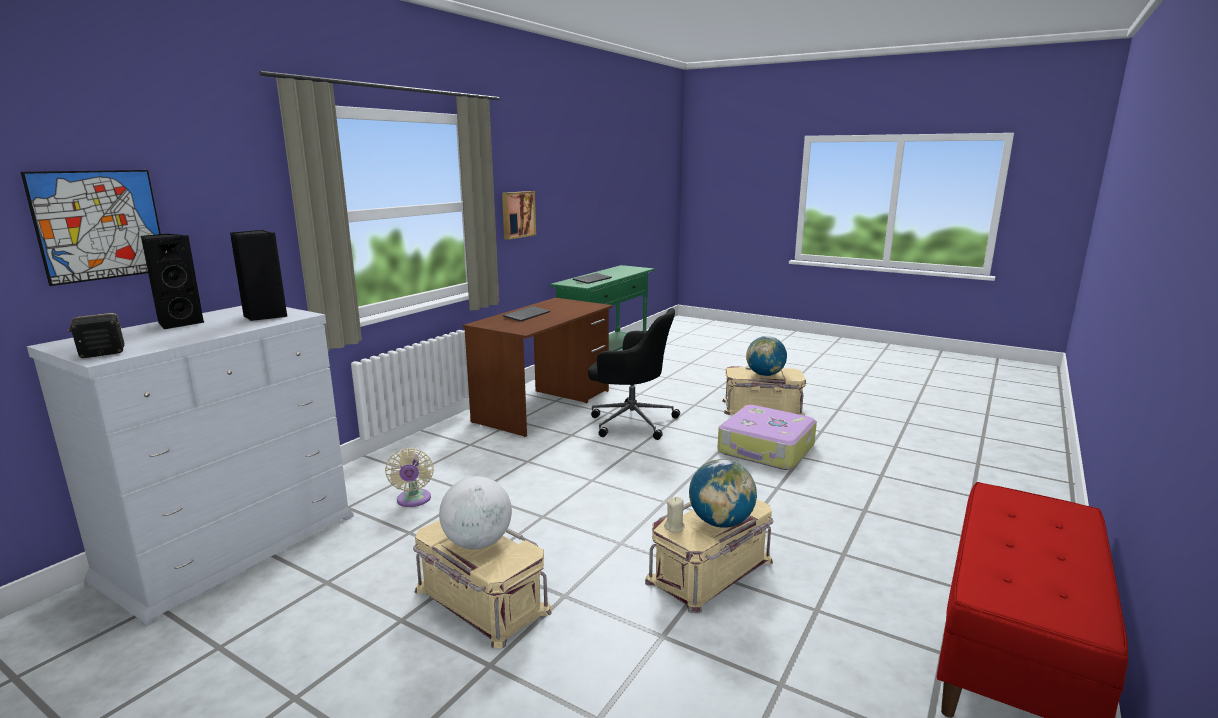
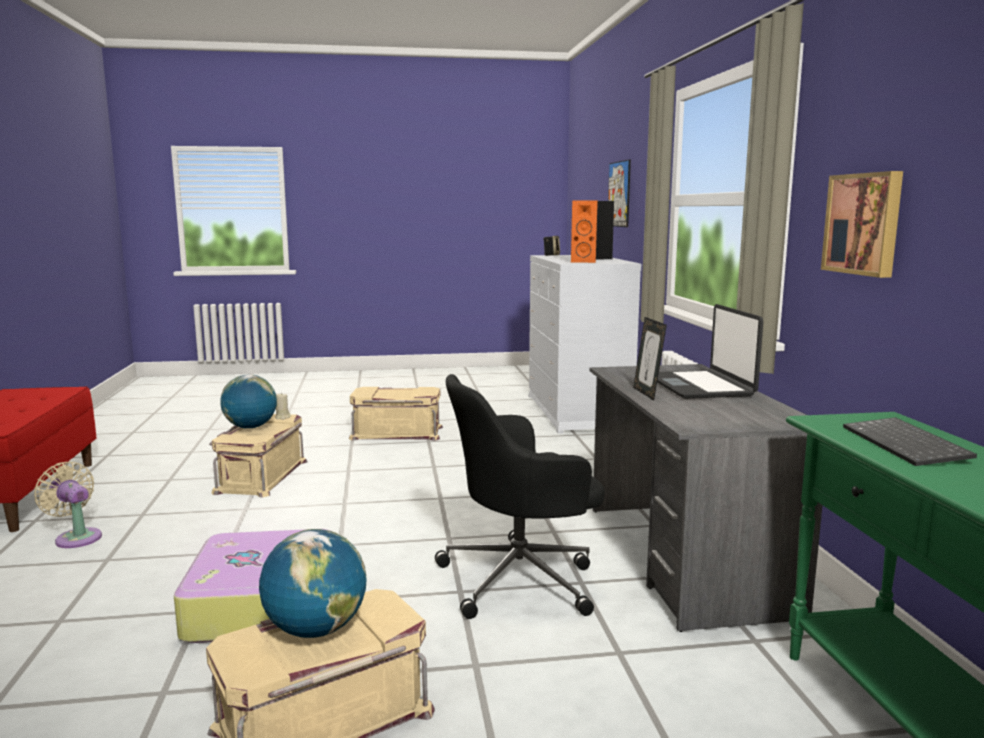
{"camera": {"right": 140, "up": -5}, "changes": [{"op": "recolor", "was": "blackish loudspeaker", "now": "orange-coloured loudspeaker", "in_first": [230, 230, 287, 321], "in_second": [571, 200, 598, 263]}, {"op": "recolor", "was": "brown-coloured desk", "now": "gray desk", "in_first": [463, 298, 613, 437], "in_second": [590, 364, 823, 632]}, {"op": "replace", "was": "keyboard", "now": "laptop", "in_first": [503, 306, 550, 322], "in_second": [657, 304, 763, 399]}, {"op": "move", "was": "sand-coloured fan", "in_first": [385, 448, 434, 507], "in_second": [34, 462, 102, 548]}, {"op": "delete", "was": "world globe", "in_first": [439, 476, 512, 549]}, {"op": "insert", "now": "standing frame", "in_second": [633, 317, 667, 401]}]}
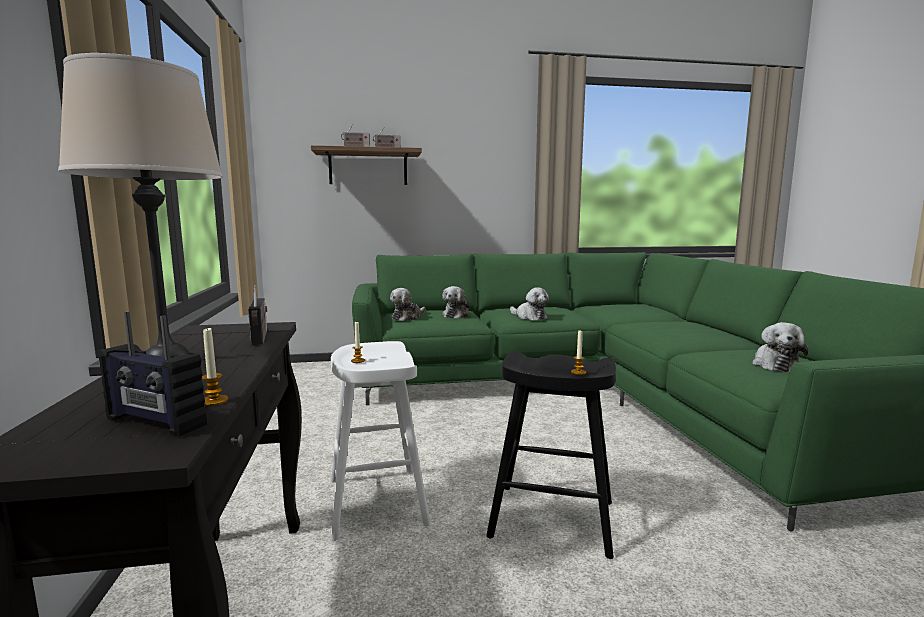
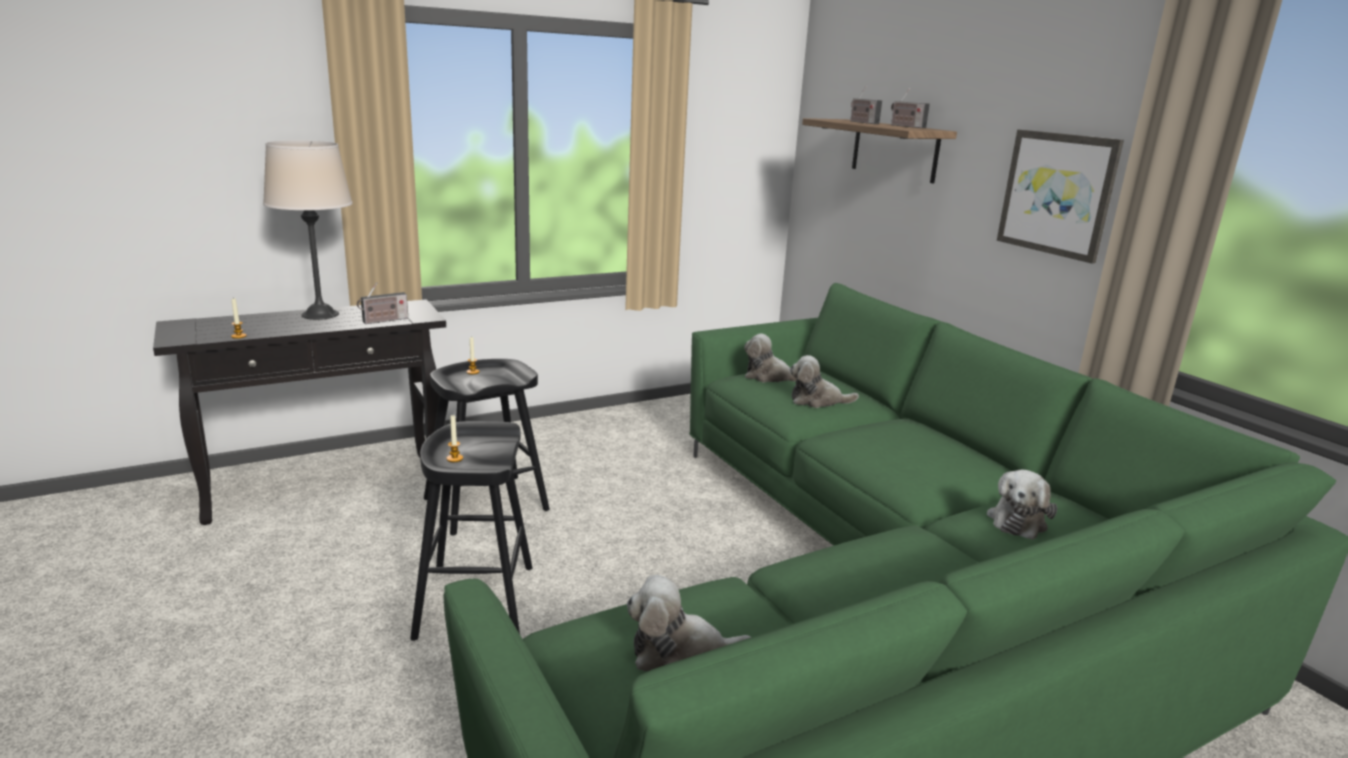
{"camera": {"right": 70, "up": 10}, "changes": [{"op": "move", "was": "soft toy", "in_first": [510, 288, 549, 320], "in_second": [987, 469, 1057, 540]}, {"op": "delete", "was": "radio set", "in_first": [98, 311, 207, 437]}, {"op": "recolor", "was": "white stool seat", "now": "blackish stool seat", "in_first": [330, 341, 430, 541], "in_second": [424, 359, 550, 536]}, {"op": "insert", "now": "picture", "in_second": [997, 129, 1124, 264]}]}
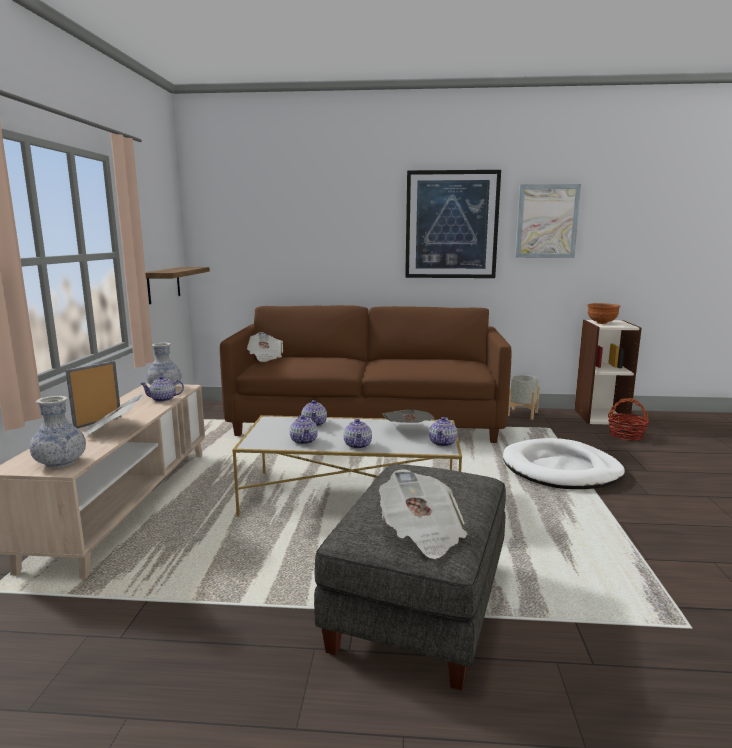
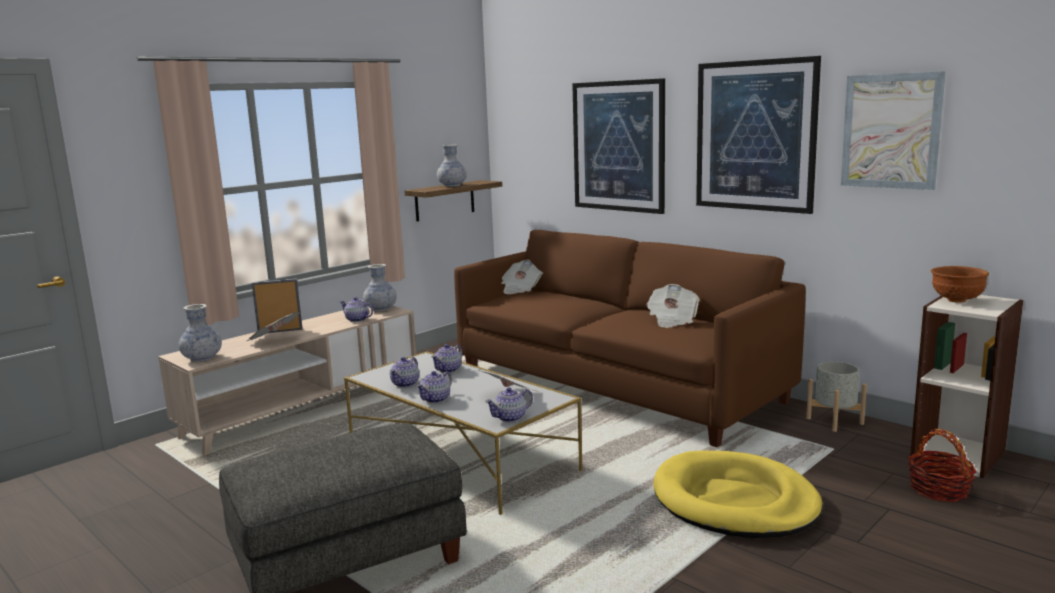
{"camera": {"right": 40, "up": 0}, "changes": [{"op": "recolor", "was": "white pet bed", "now": "yellowish pet bed", "in_first": [503, 438, 625, 489], "in_second": [653, 450, 823, 538]}, {"op": "move", "was": "daily paper", "in_first": [379, 469, 468, 559], "in_second": [647, 284, 700, 328]}, {"op": "insert", "now": "picture", "in_second": [572, 78, 665, 214]}, {"op": "insert", "now": "flower vase", "in_second": [437, 145, 467, 187]}]}
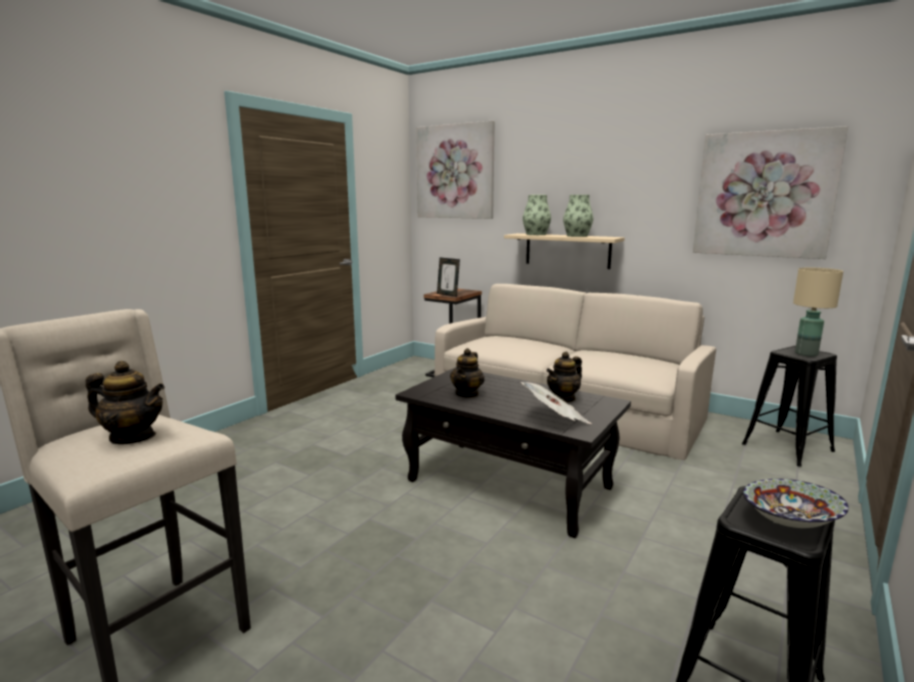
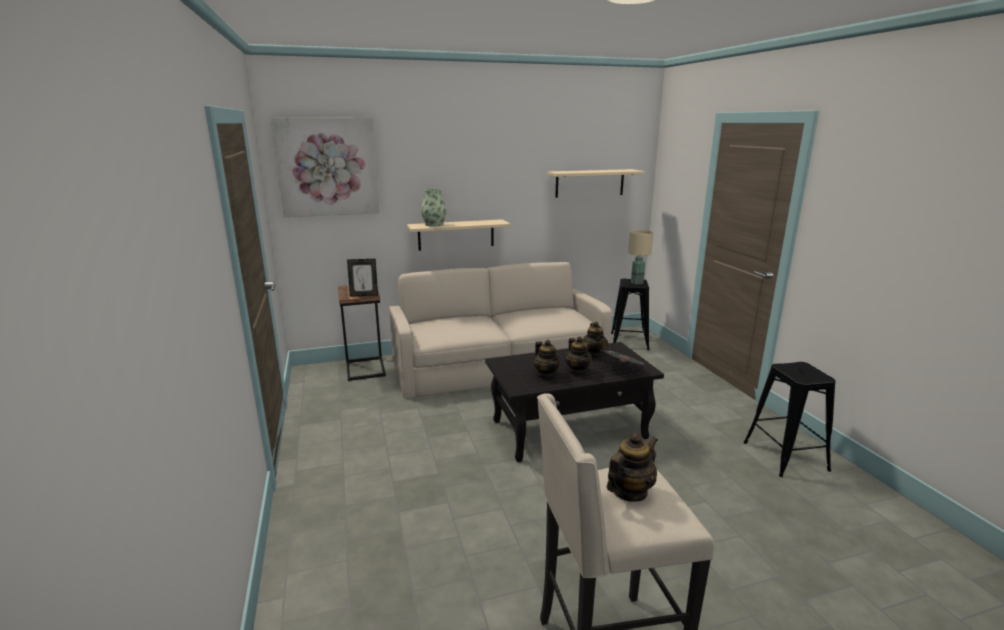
{"camera": {"right": -50, "up": 5}, "changes": [{"op": "replace", "was": "picture", "now": "sand-coloured shelf", "in_first": [693, 126, 848, 259], "in_second": [547, 169, 645, 198]}, {"op": "delete", "was": "flower vase", "in_first": [563, 195, 593, 237]}, {"op": "delete", "was": "serving bowl", "in_first": [743, 479, 849, 528]}, {"op": "insert", "now": "tea pot", "in_second": [565, 336, 592, 375]}]}
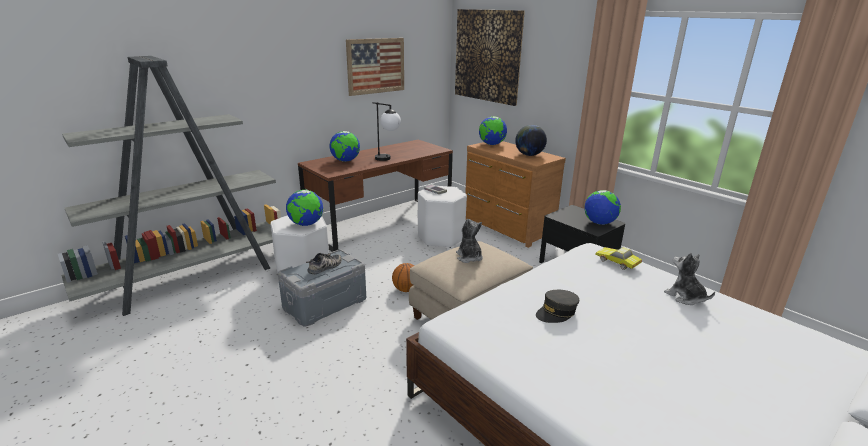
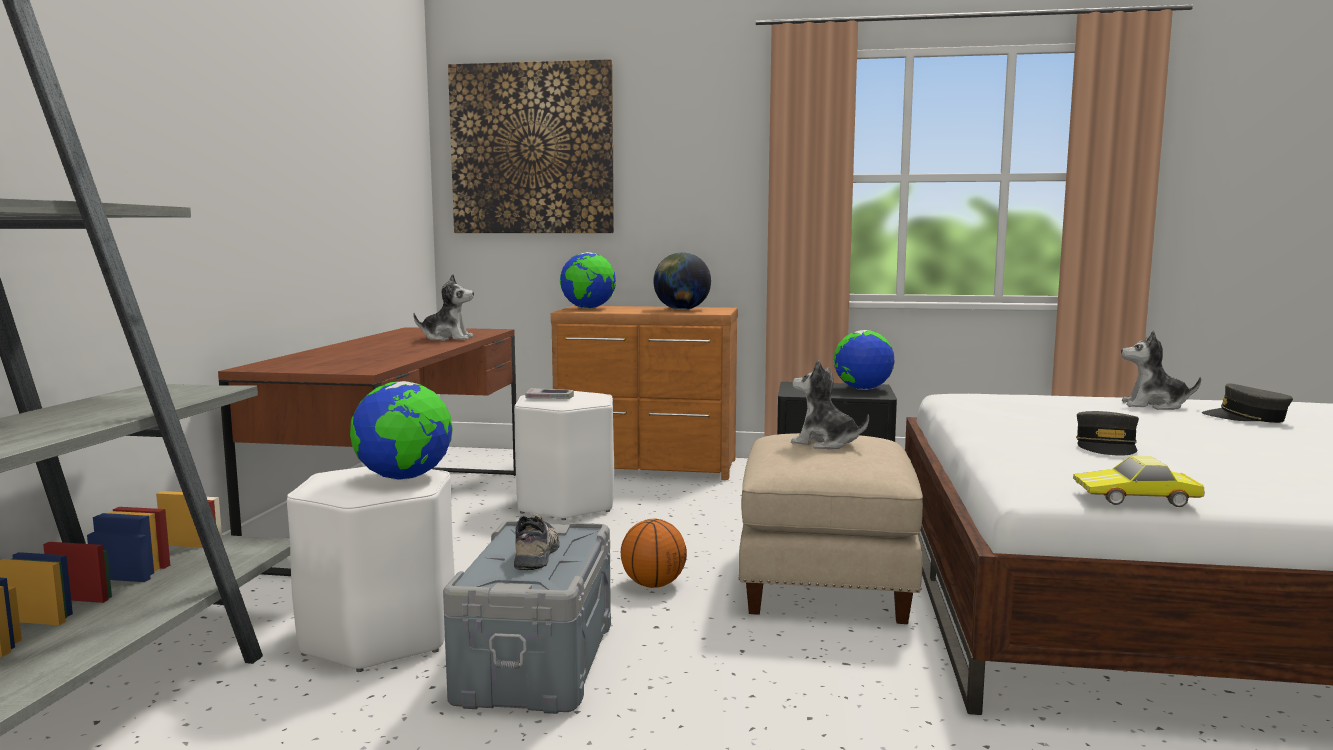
{"camera": {"right": -40, "up": -15}, "changes": [{"op": "delete", "was": "picture", "in_first": [346, 38, 404, 96]}, {"op": "delete", "was": "table lamp", "in_first": [372, 102, 401, 161]}, {"op": "delete", "was": "world globe", "in_first": [329, 131, 360, 162]}, {"op": "move", "was": "model car", "in_first": [595, 247, 642, 270], "in_second": [1073, 456, 1204, 507]}, {"op": "insert", "now": "soft toy", "in_second": [413, 274, 474, 341]}, {"op": "insert", "now": "gray baseball cap", "in_second": [1202, 383, 1293, 423]}]}
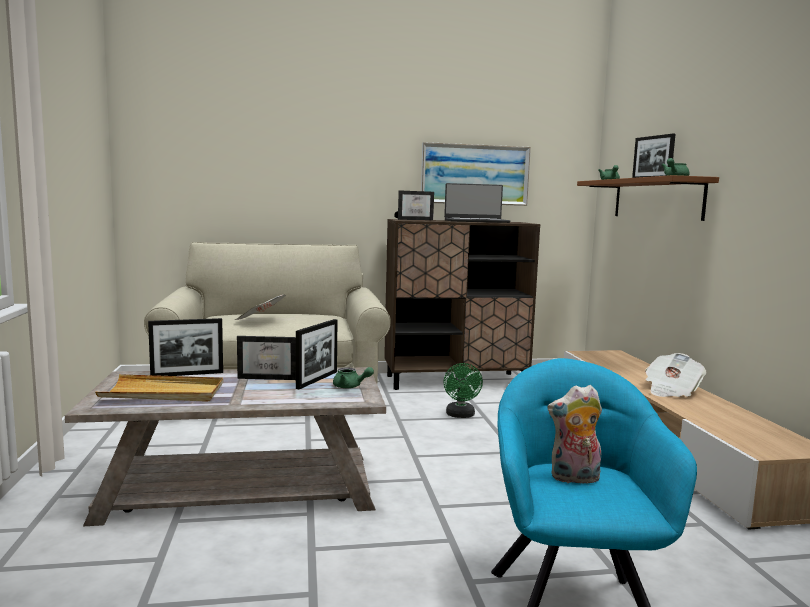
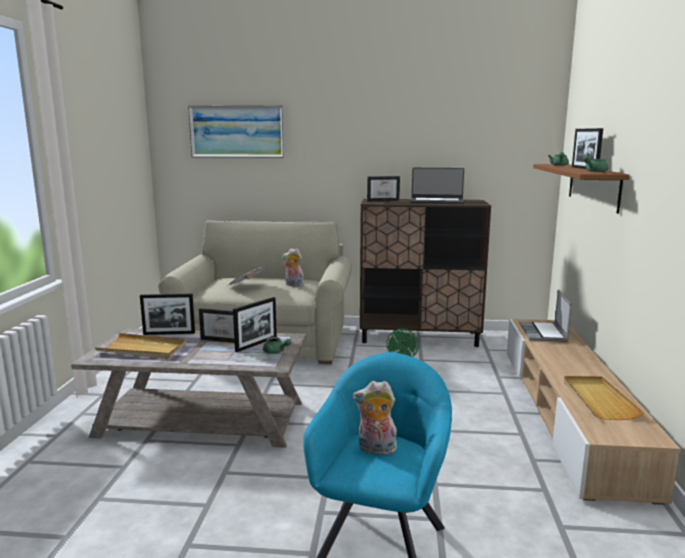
{"camera": {"right": 15, "up": 5}, "changes": [{"op": "move", "was": "picture", "in_first": [421, 142, 531, 206], "in_second": [188, 105, 285, 158]}, {"op": "delete", "was": "daily paper", "in_first": [645, 353, 707, 397]}, {"op": "insert", "now": "soft toy", "in_second": [282, 248, 304, 287]}, {"op": "insert", "now": "laptop", "in_second": [520, 290, 572, 342]}, {"op": "insert", "now": "sand-coloured tray", "in_second": [564, 376, 644, 420]}]}
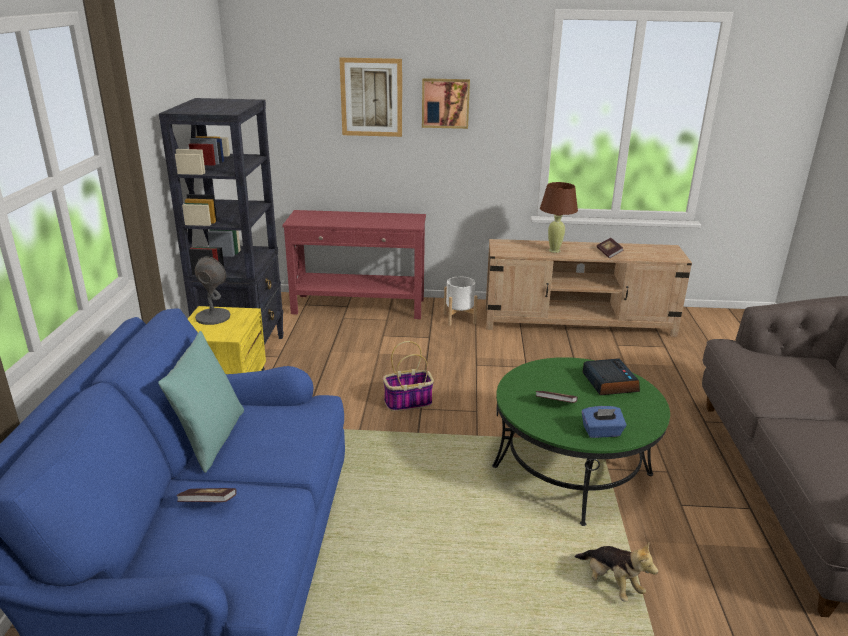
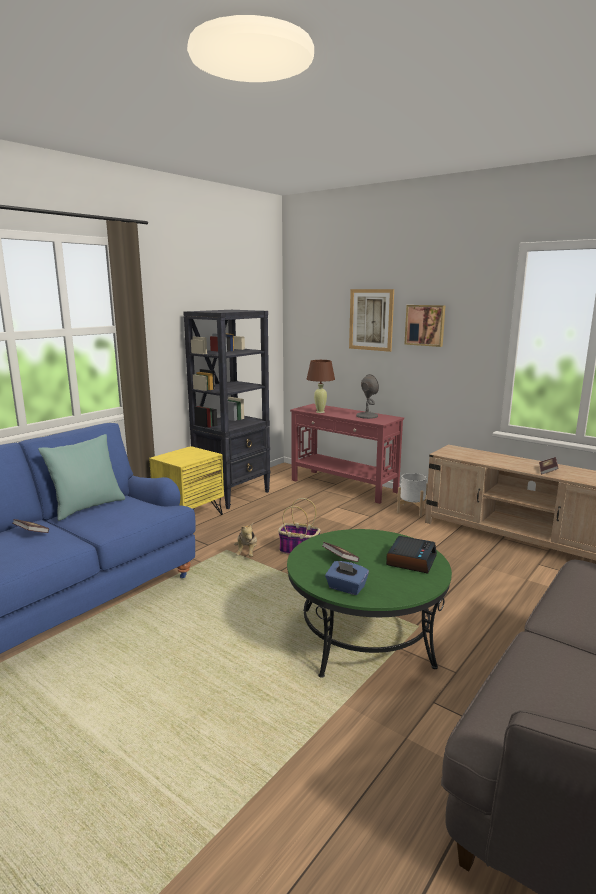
{"camera": {"right": 35, "up": -10}, "changes": [{"op": "move", "was": "brown-coloured table lamp", "in_first": [540, 182, 578, 253], "in_second": [307, 360, 335, 413]}, {"op": "move", "was": "gray table lamp", "in_first": [195, 256, 230, 325], "in_second": [356, 374, 379, 419]}, {"op": "move", "was": "soft toy", "in_first": [574, 543, 658, 602], "in_second": [234, 523, 257, 557]}]}
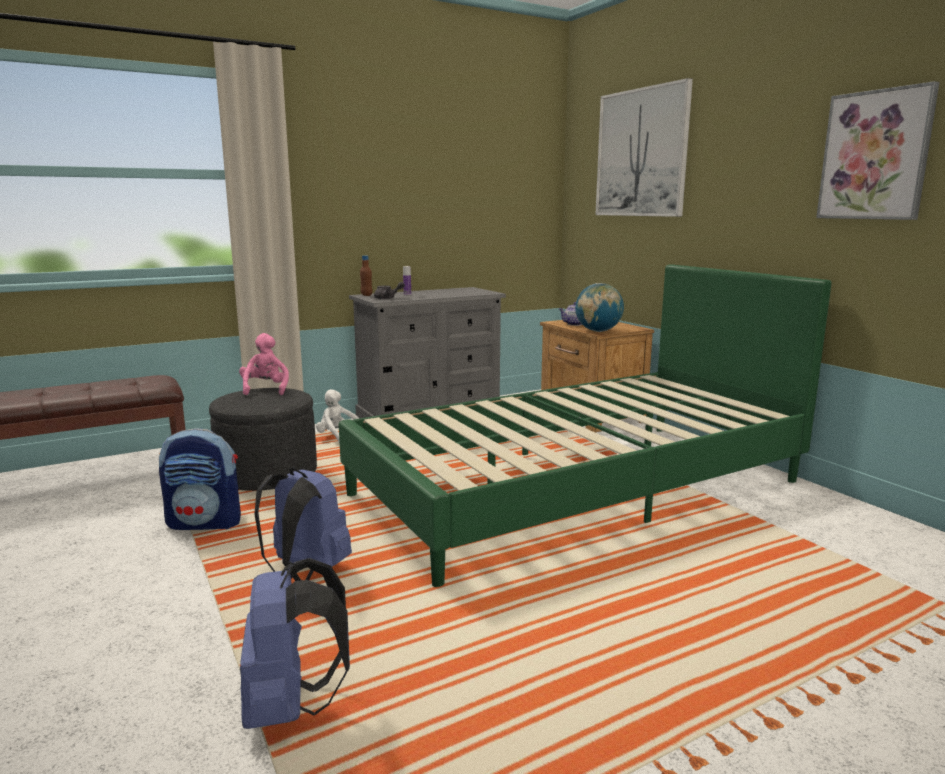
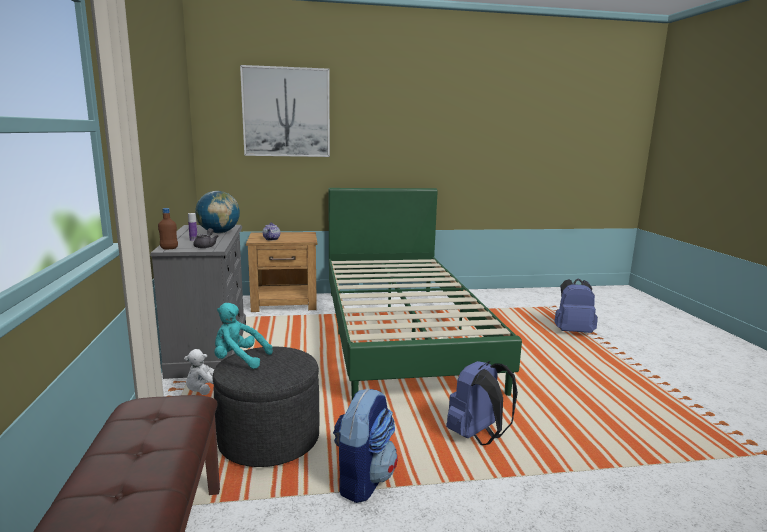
{"camera": {"right": -70, "up": 0}, "changes": [{"op": "delete", "was": "picture", "in_first": [816, 81, 940, 220]}, {"op": "move", "was": "world globe", "in_first": [575, 283, 624, 332], "in_second": [195, 191, 240, 233]}, {"op": "recolor", "was": "pink-coloured soft toy", "now": "blue-green soft toy", "in_first": [239, 333, 289, 395], "in_second": [214, 303, 273, 369]}, {"op": "move", "was": "blue-coloured backpack", "in_first": [240, 558, 350, 729], "in_second": [554, 279, 598, 333]}]}
